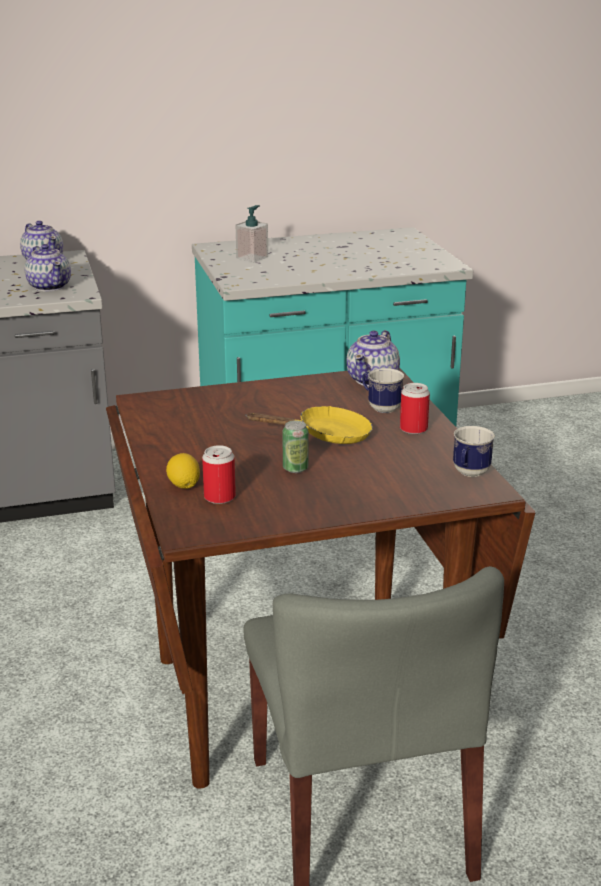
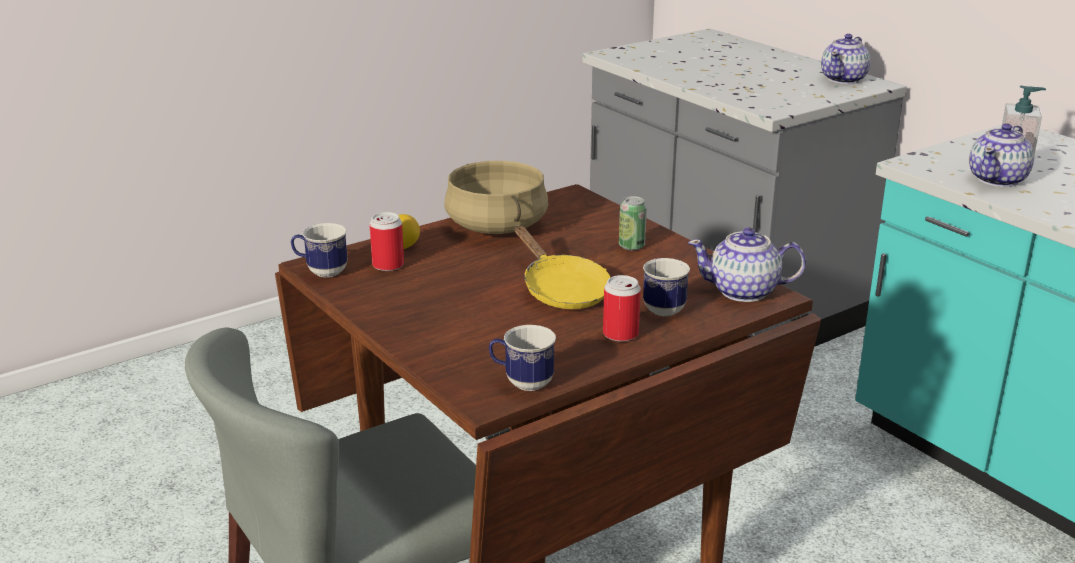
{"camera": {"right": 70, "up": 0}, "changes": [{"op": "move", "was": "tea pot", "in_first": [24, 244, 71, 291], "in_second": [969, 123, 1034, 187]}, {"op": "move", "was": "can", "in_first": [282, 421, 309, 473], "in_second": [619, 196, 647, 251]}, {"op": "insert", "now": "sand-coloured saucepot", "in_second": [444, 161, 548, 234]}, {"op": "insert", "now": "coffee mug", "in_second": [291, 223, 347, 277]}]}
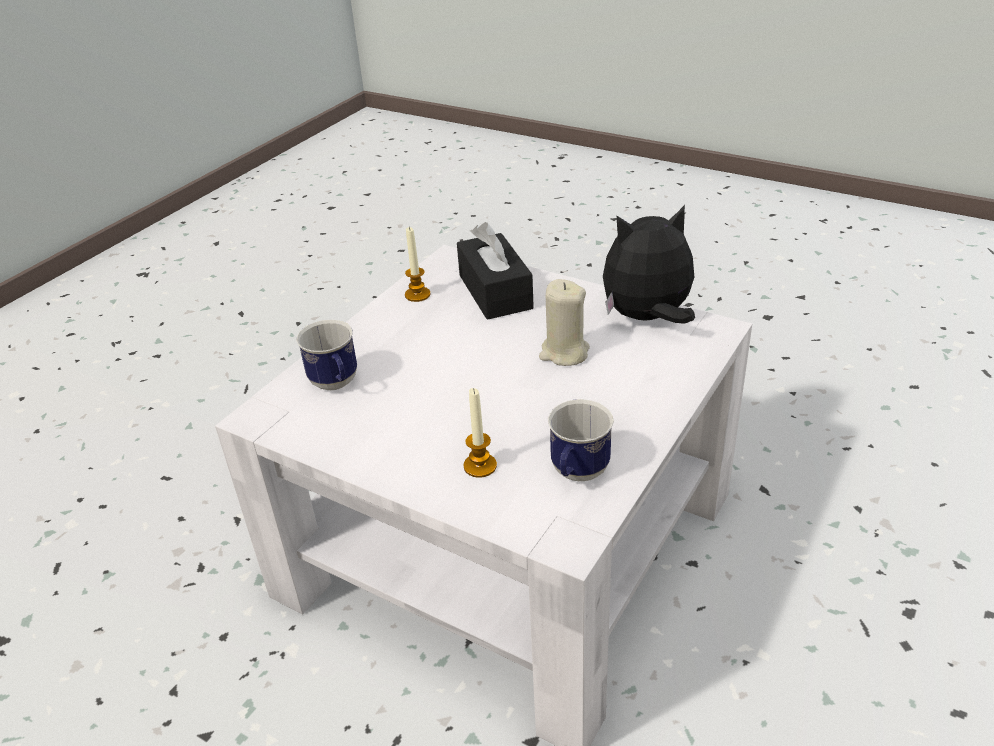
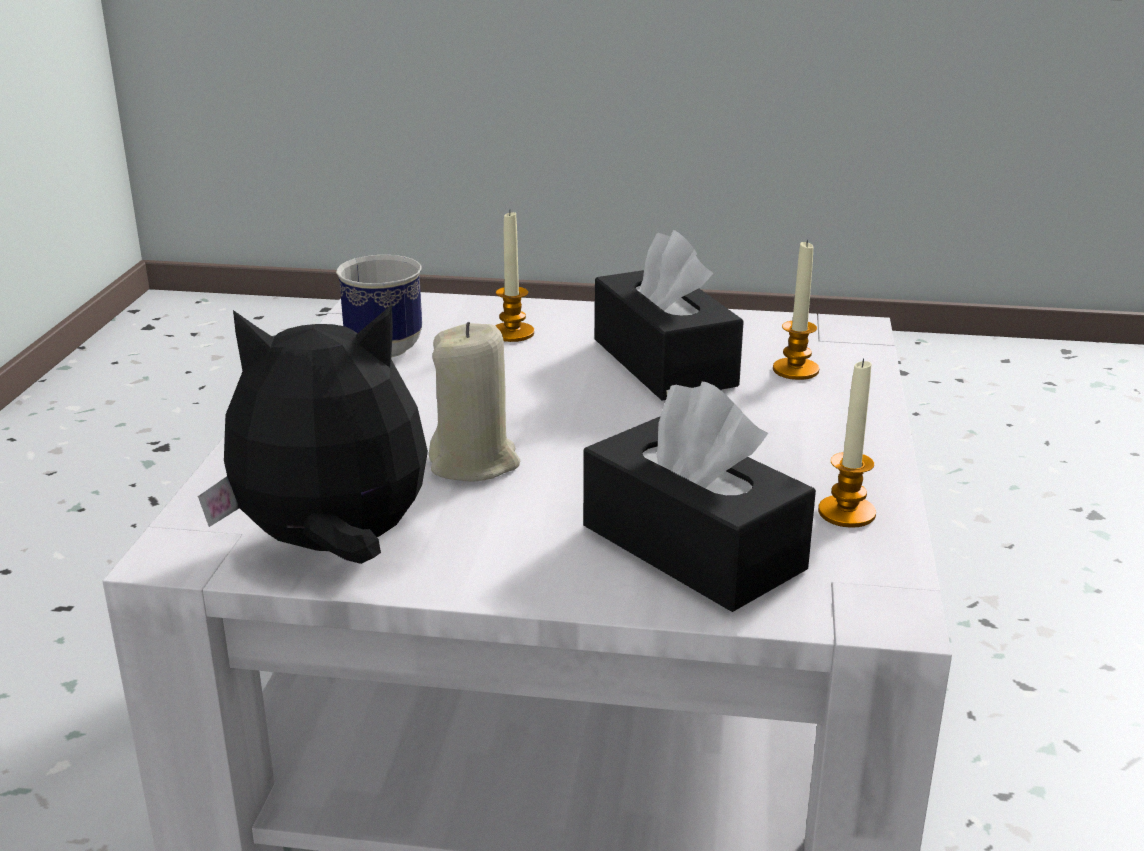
{"camera": {"right": 155, "up": -10}, "changes": [{"op": "rotate", "was": "soft toy", "in_first": [603, 205, 695, 324], "in_second": [198, 304, 428, 564], "clockwise": -150}, {"op": "replace", "was": "coffee mug", "now": "wax candle", "in_first": [296, 320, 357, 390], "in_second": [773, 240, 819, 380]}, {"op": "insert", "now": "blackish tissue holder", "in_second": [595, 230, 744, 401]}]}
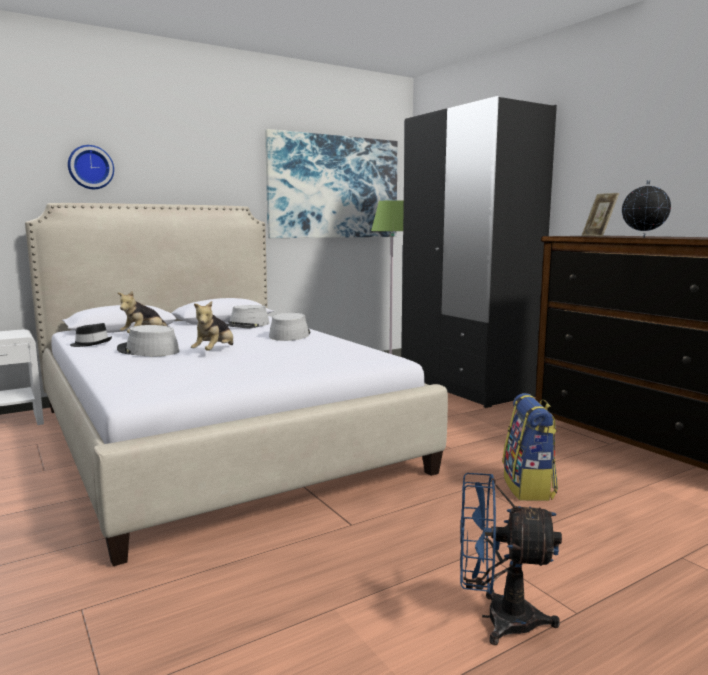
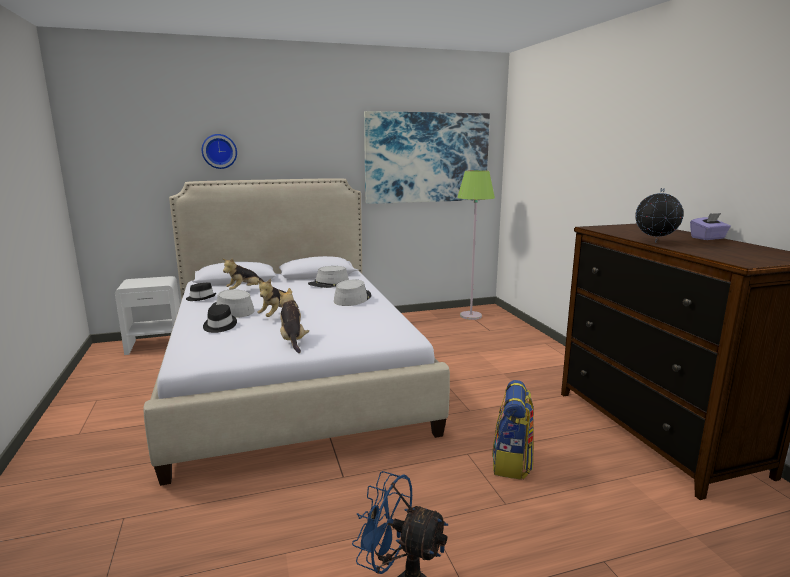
{"camera": {"right": 15, "up": 5}, "changes": [{"op": "delete", "was": "blackish armoire", "in_first": [401, 96, 557, 408]}, {"op": "delete", "was": "standing frame", "in_first": [582, 193, 619, 237]}, {"op": "insert", "now": "purplish tissue holder", "in_second": [690, 213, 731, 240]}, {"op": "insert", "now": "soft toy", "in_second": [279, 288, 309, 353]}, {"op": "insert", "now": "blackish clothing hat", "in_second": [203, 304, 237, 333]}]}
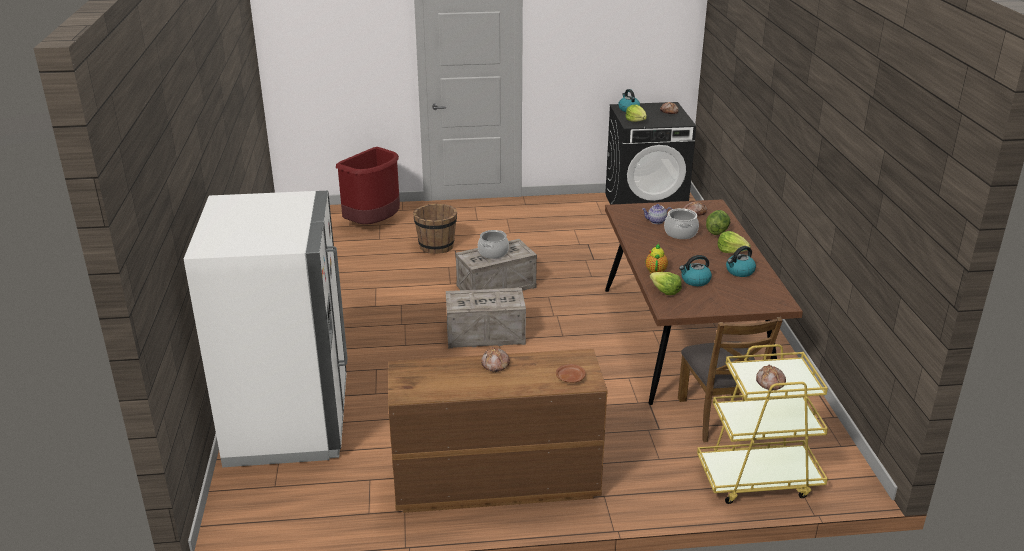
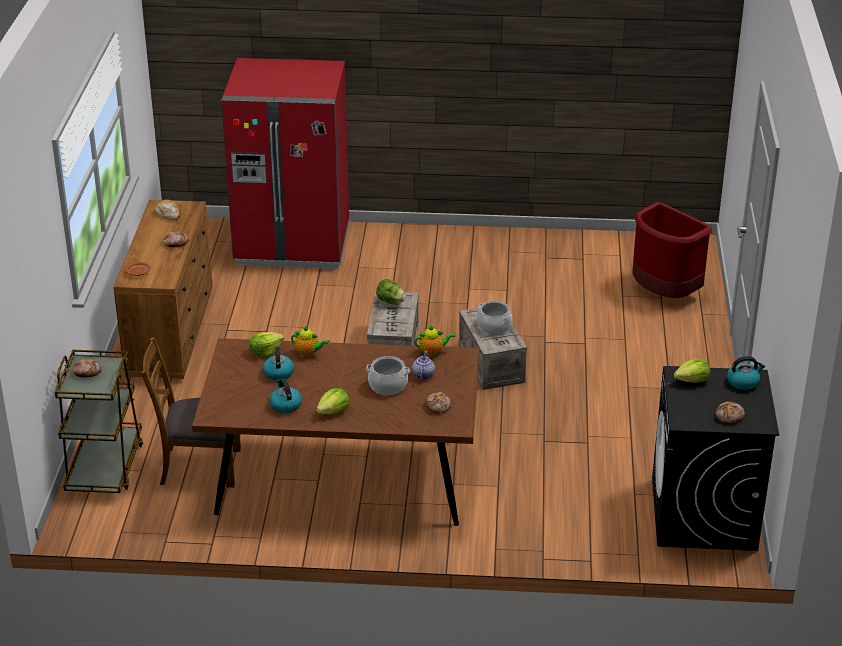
{"camera": {"right": 100, "up": 5}, "changes": [{"op": "recolor", "was": "white refrigerator", "now": "reddish refrigerator", "in_first": [184, 191, 348, 467], "in_second": [221, 58, 349, 269]}, {"op": "delete", "was": "brown-coloured bucket", "in_first": [413, 204, 457, 254]}, {"op": "move", "was": "head of lettuce", "in_first": [706, 210, 730, 235], "in_second": [376, 279, 406, 304]}, {"op": "recolor", "was": "yellowish cart", "now": "brown-coloured cart", "in_first": [697, 344, 828, 504], "in_second": [55, 350, 143, 493]}, {"op": "insert", "now": "bakery bread", "in_second": [155, 199, 181, 220]}, {"op": "insert", "now": "tea pot", "in_second": [415, 325, 456, 357]}]}
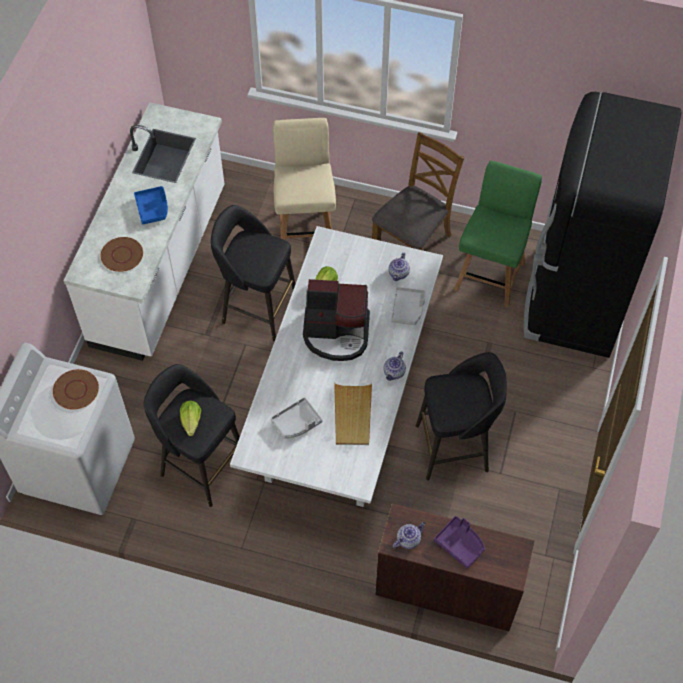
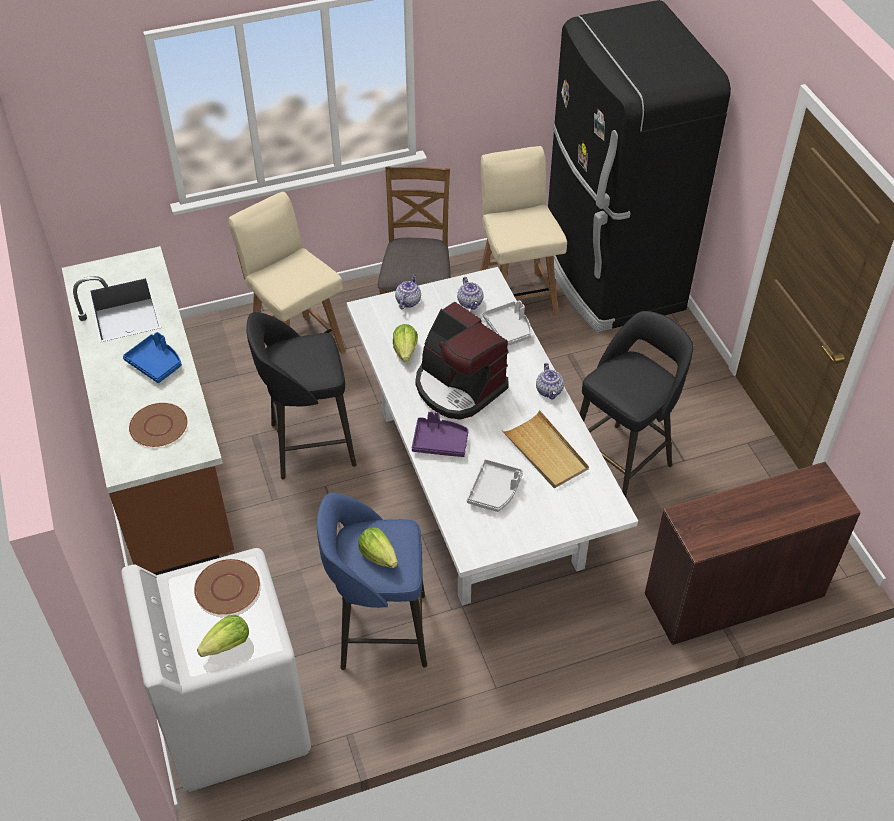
{"camera": {"right": -35, "up": -10}, "changes": [{"op": "recolor", "was": "white kitchen base unit", "now": "brown-coloured kitchen base unit", "in_first": [64, 102, 224, 361], "in_second": [62, 246, 234, 575]}, {"op": "recolor", "was": "green chair", "now": "sand-coloured chair", "in_first": [454, 161, 542, 307], "in_second": [480, 146, 567, 316]}, {"op": "rotate", "was": "coffee maker", "in_first": [303, 279, 370, 361], "in_second": [415, 301, 509, 420], "clockwise": 75}, {"op": "recolor", "was": "blackish stool seat", "now": "blue-coloured stool seat", "in_first": [143, 364, 240, 507], "in_second": [317, 493, 427, 670]}, {"op": "move", "was": "purplish tray", "in_first": [434, 516, 485, 569], "in_second": [412, 412, 469, 457]}, {"op": "move", "was": "tea pot", "in_first": [393, 522, 426, 549], "in_second": [395, 274, 421, 309]}, {"op": "insert", "now": "head of lettuce", "in_second": [197, 615, 249, 657]}]}
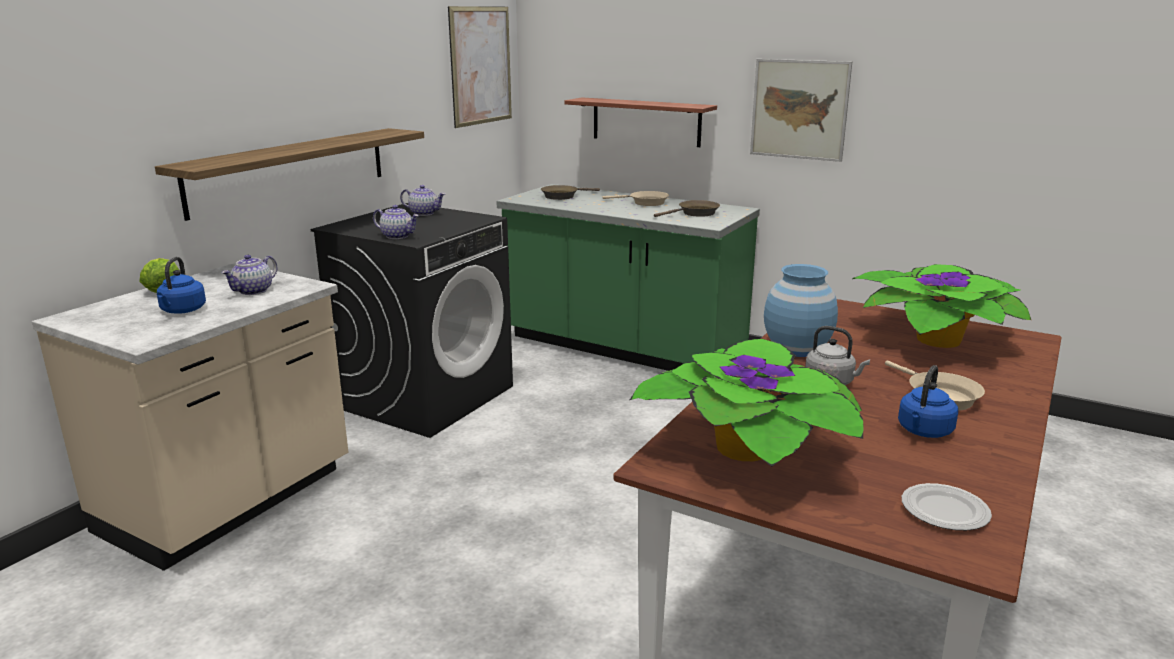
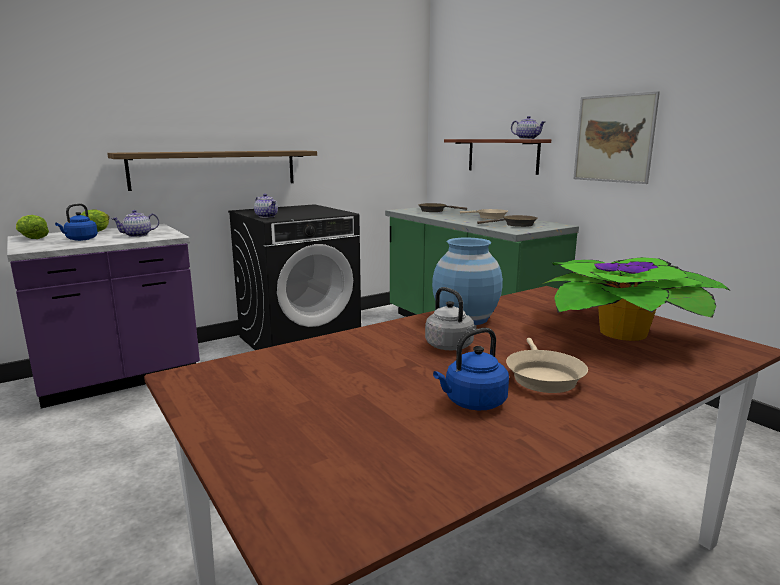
{"camera": {"right": 25, "up": -5}, "changes": [{"op": "delete", "was": "picture", "in_first": [448, 6, 512, 128]}, {"op": "move", "was": "tea pot", "in_first": [400, 185, 445, 216], "in_second": [511, 116, 545, 139]}, {"op": "recolor", "was": "sand-coloured kitchen base unit", "now": "purplish kitchen base unit", "in_first": [32, 263, 348, 571], "in_second": [7, 224, 200, 408]}, {"op": "delete", "was": "potted plant", "in_first": [630, 339, 863, 467]}, {"op": "delete", "was": "flat dish", "in_first": [902, 483, 992, 531]}, {"op": "insert", "now": "head of lettuce", "in_second": [16, 215, 49, 239]}]}
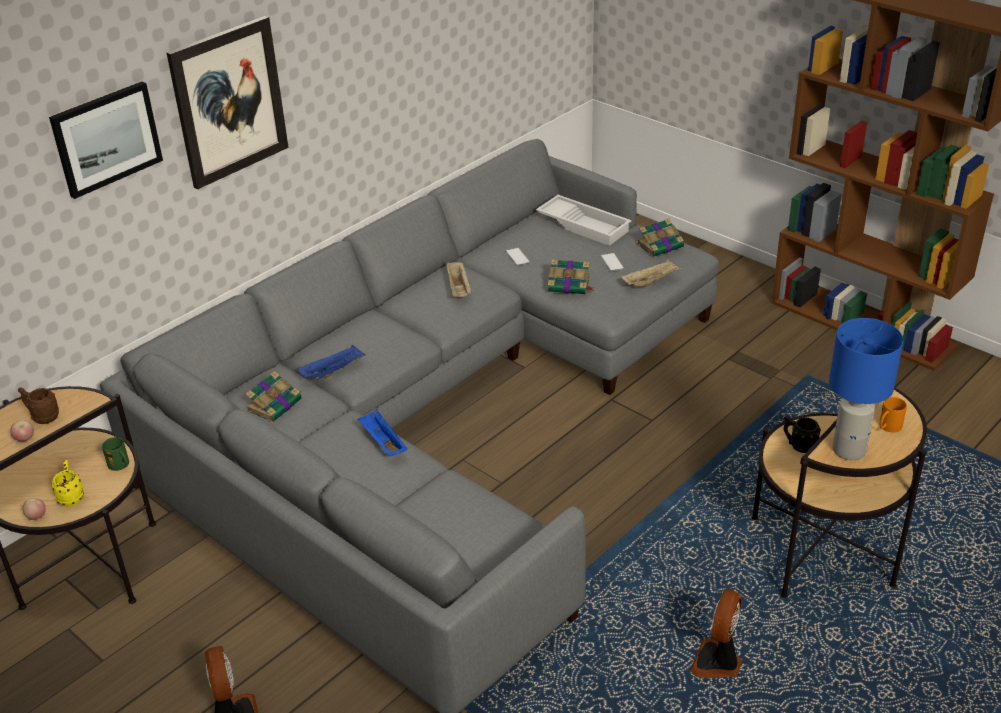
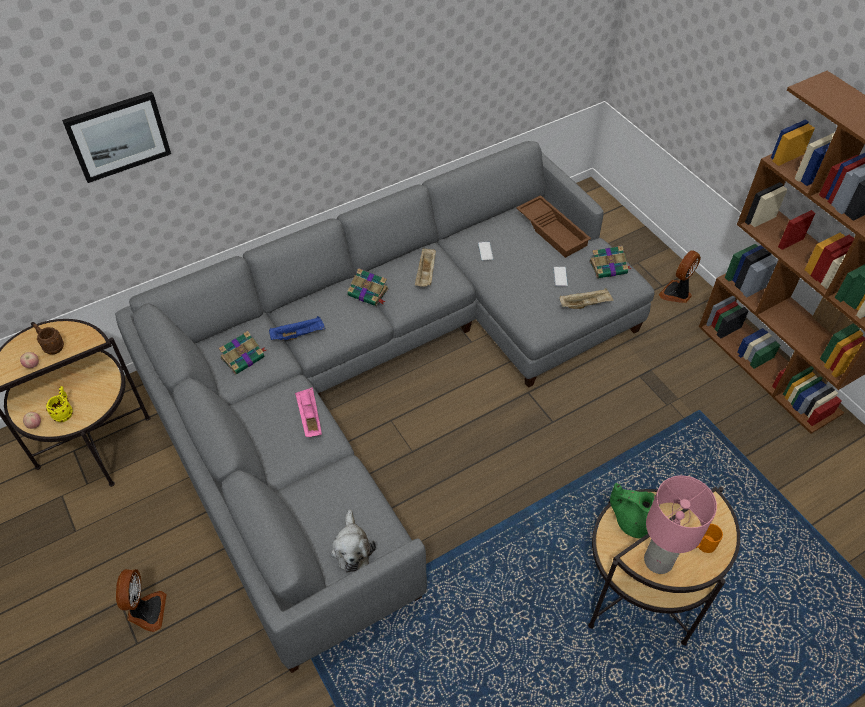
{"camera": {"right": 15, "up": 15}, "changes": [{"op": "delete", "was": "picture", "in_first": [167, 16, 289, 189]}, {"op": "recolor", "was": "white tray", "now": "brown-coloured tray", "in_first": [536, 195, 632, 246], "in_second": [516, 195, 591, 258]}, {"op": "move", "was": "bound book", "in_first": [548, 259, 594, 294], "in_second": [347, 268, 389, 306]}, {"op": "recolor", "was": "blue-coloured table lamp", "now": "pink-coloured table lamp", "in_first": [829, 318, 904, 460], "in_second": [644, 475, 717, 574]}, {"op": "recolor", "was": "blue-coloured tray", "now": "pink-coloured tray", "in_first": [358, 409, 408, 456], "in_second": [295, 387, 322, 437]}, {"op": "replace", "was": "blackish coffee mug", "now": "green tea pot", "in_first": [784, 415, 821, 453], "in_second": [610, 483, 660, 538]}, {"op": "delete", "was": "green coffee mug", "in_first": [102, 437, 129, 471]}, {"op": "move", "was": "fan", "in_first": [690, 589, 742, 678], "in_second": [658, 250, 701, 303]}, {"op": "insert", "now": "soft toy", "in_second": [331, 510, 376, 573]}]}
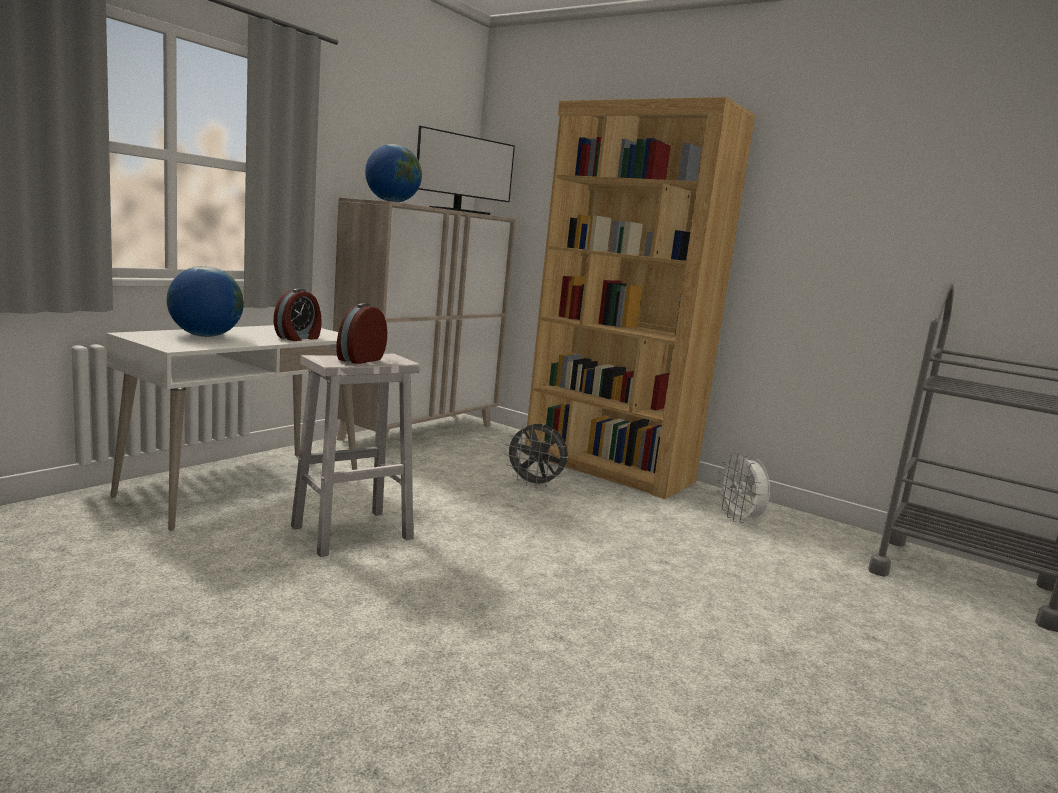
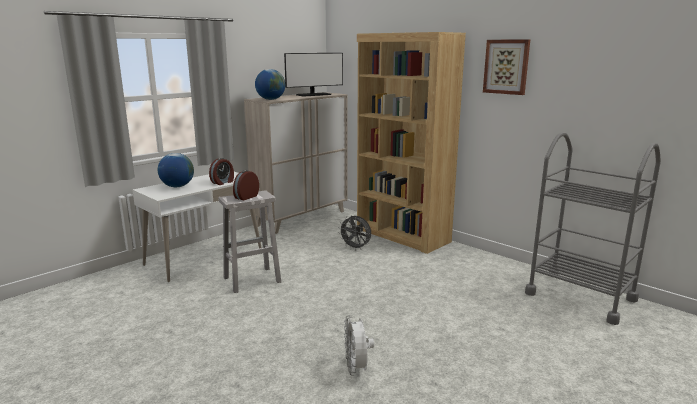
{"camera": {"right": 10, "up": 5}, "changes": [{"op": "move", "was": "white fan", "in_first": [717, 452, 770, 523], "in_second": [344, 315, 374, 376]}, {"op": "insert", "now": "picture", "in_second": [483, 39, 530, 95]}]}
